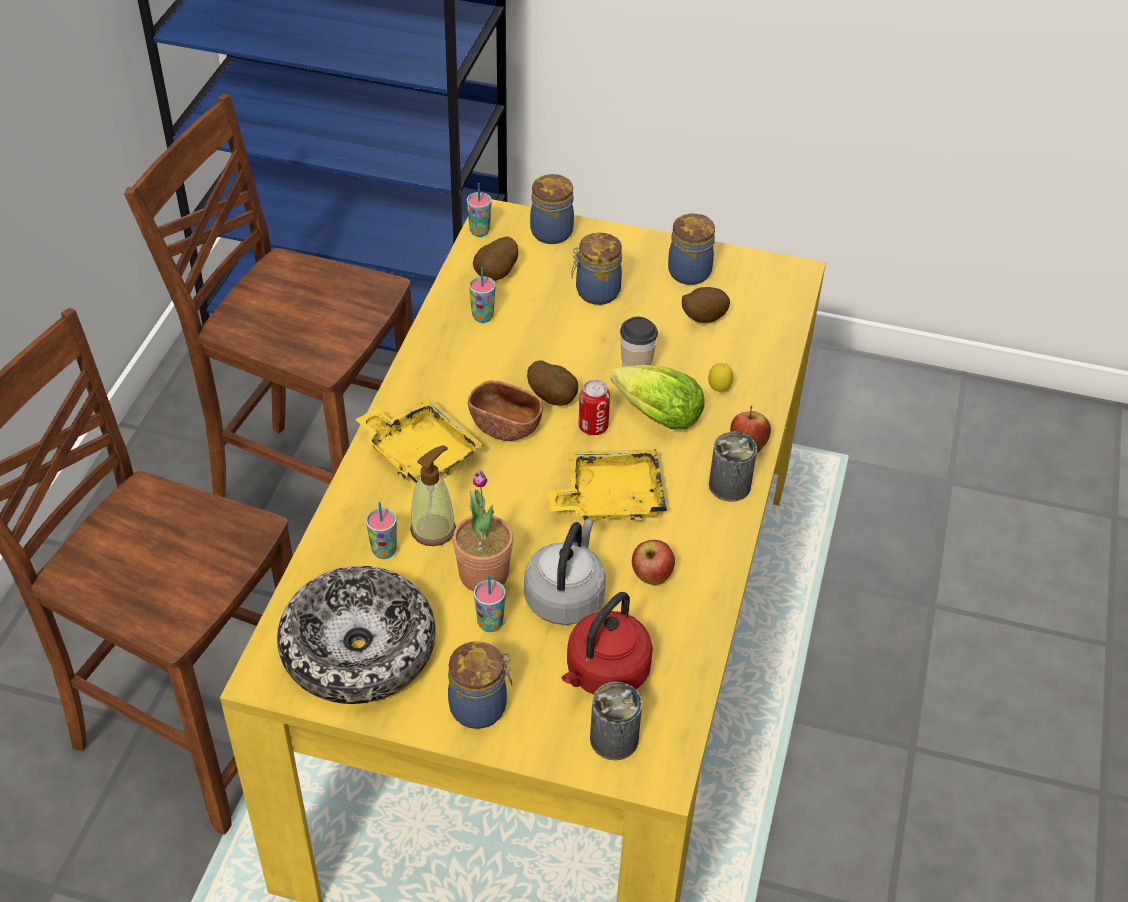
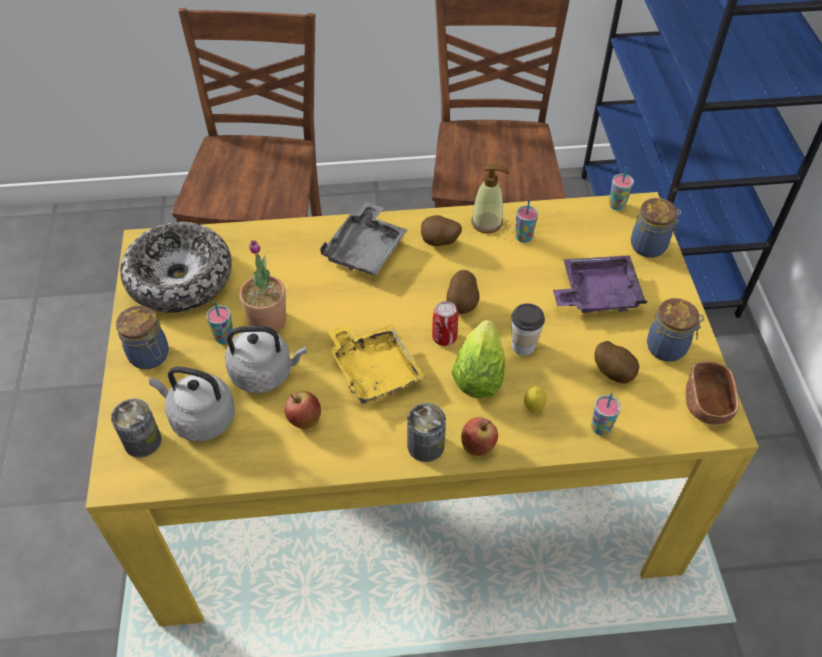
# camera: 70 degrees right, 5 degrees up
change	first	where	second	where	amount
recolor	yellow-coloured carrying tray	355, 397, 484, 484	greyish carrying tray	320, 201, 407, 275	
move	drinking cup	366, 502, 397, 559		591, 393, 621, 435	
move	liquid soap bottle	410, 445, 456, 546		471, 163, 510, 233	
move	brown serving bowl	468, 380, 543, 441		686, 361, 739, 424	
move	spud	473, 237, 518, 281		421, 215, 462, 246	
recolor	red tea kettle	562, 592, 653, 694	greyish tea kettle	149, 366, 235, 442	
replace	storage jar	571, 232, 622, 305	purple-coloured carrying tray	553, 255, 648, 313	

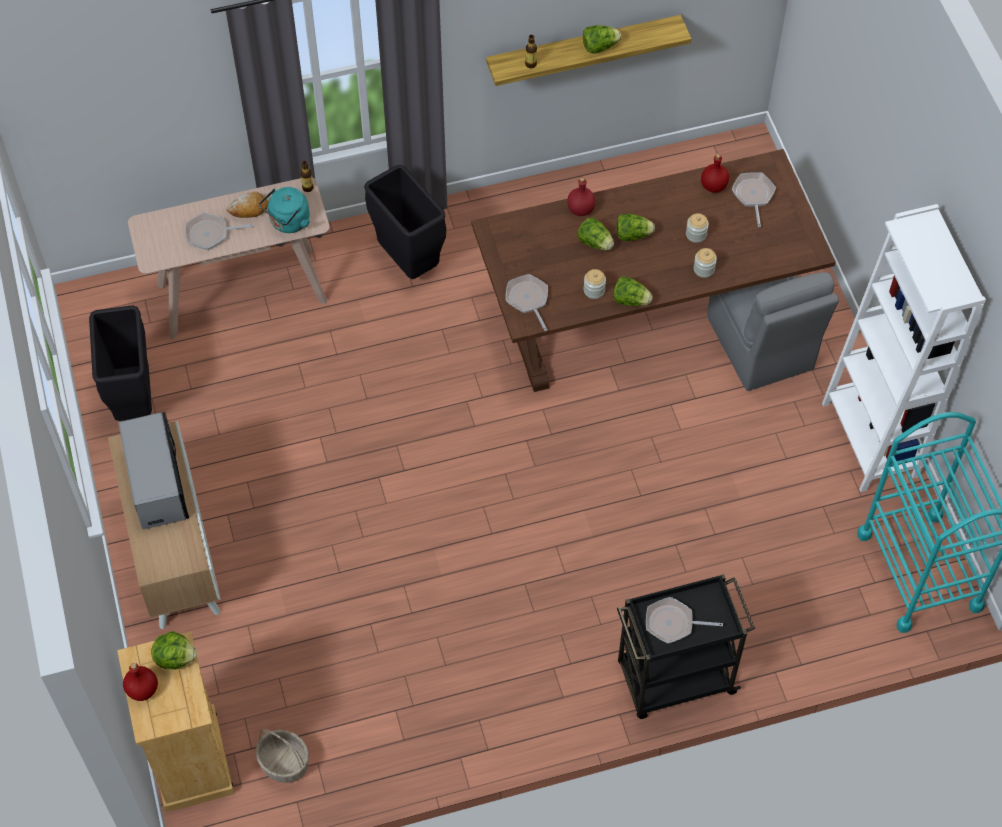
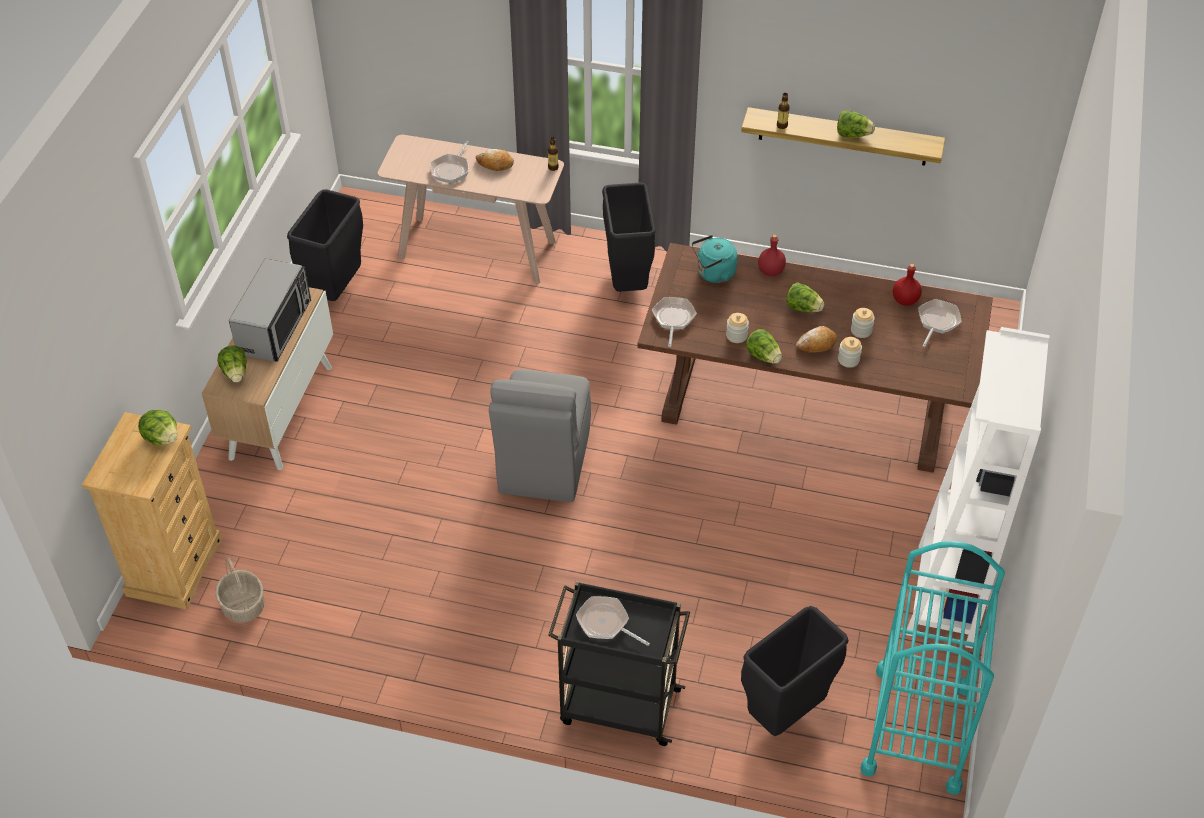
# camera: 30 degrees right, 10 degrees down
change	first	where	second	where	amount
delete	red beverage bottle	123, 663, 158, 701			
rotate	pan	185, 213, 254, 250		430, 141, 469, 183	90 degrees counterclockwise
move	turquoise tea kettle	259, 187, 310, 233		692, 235, 738, 283	
move	lettuce head	578, 217, 614, 251		217, 345, 247, 382	
move	greyish chair	708, 272, 839, 391		489, 369, 591, 502	
insert			black trash can	741, 606, 849, 736	
insert			baked bread	796, 326, 837, 353	

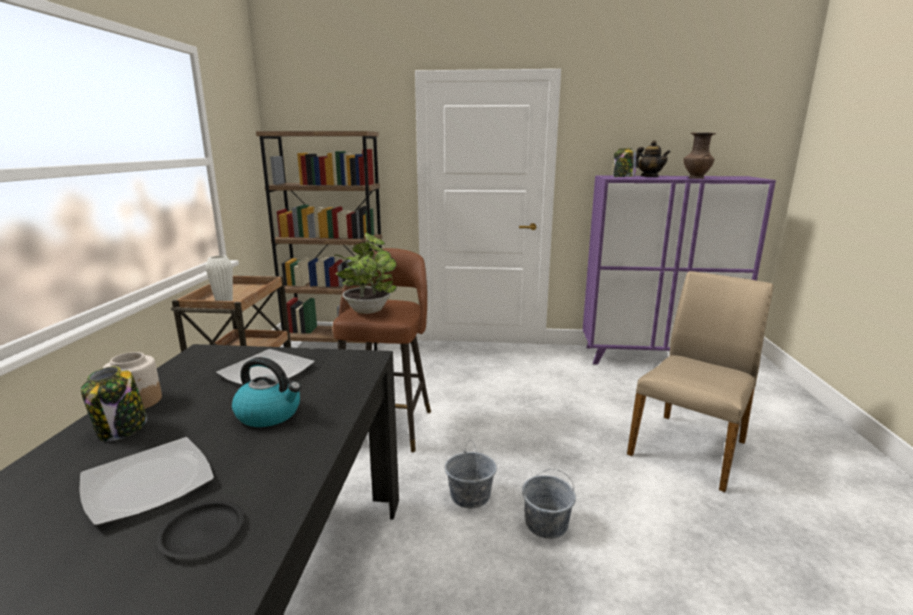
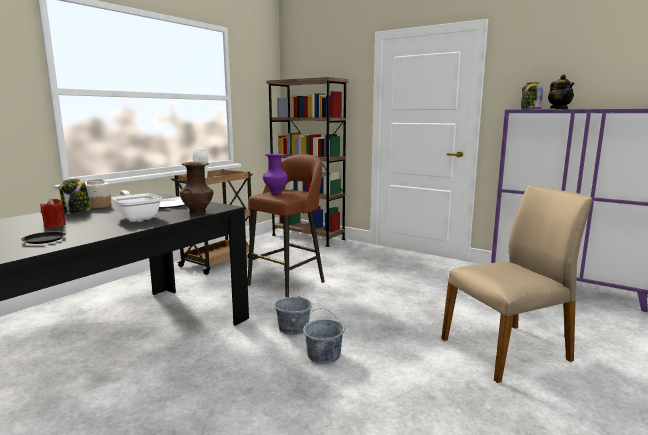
# camera: 30 degrees right, 5 degrees down
change	first	where	second	where	amount
replace	dinner plate	79, 437, 214, 526	red wax candle	40, 198, 66, 228	
replace	tea kettle	232, 357, 301, 427	pan	112, 190, 162, 221	
replace	plant in a pot	334, 233, 397, 314	purple-coloured decorative vase	263, 154, 288, 193	
move	brown decorative vase	683, 133, 716, 179		180, 162, 213, 215	

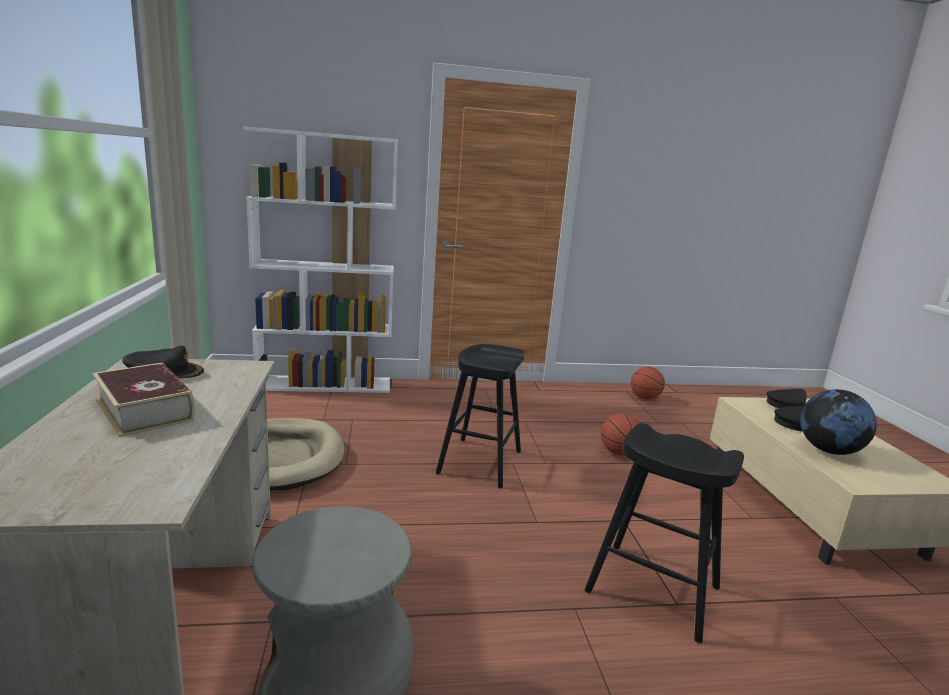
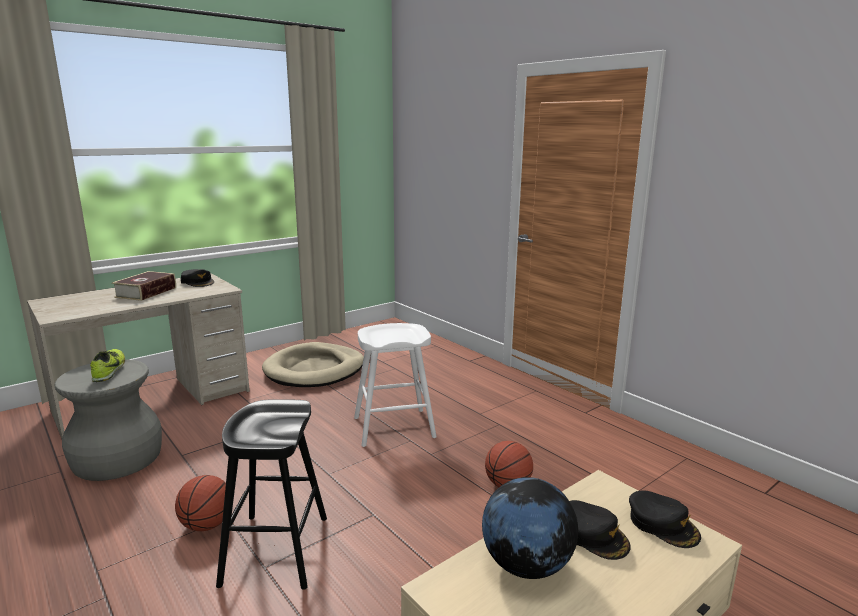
# camera: 60 degrees right, 0 degrees up
change	first	where	second	where	amount
delete	white bookcase	243, 126, 398, 393			
recolor	black stool seat	436, 344, 524, 489	white stool seat	354, 323, 437, 447	
move	basketball ball	631, 367, 665, 399		175, 475, 226, 531	
insert			low shoe	90, 349, 125, 382	

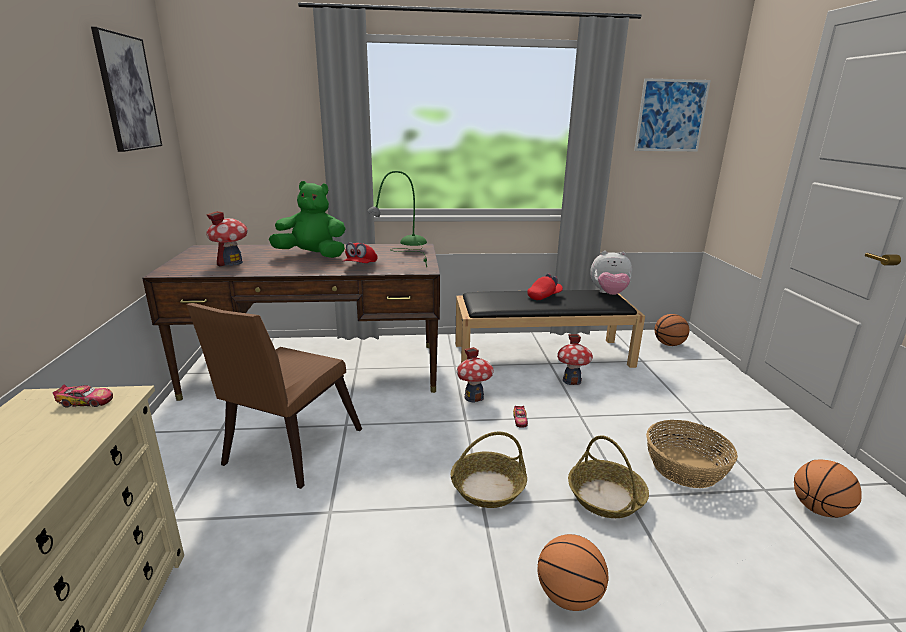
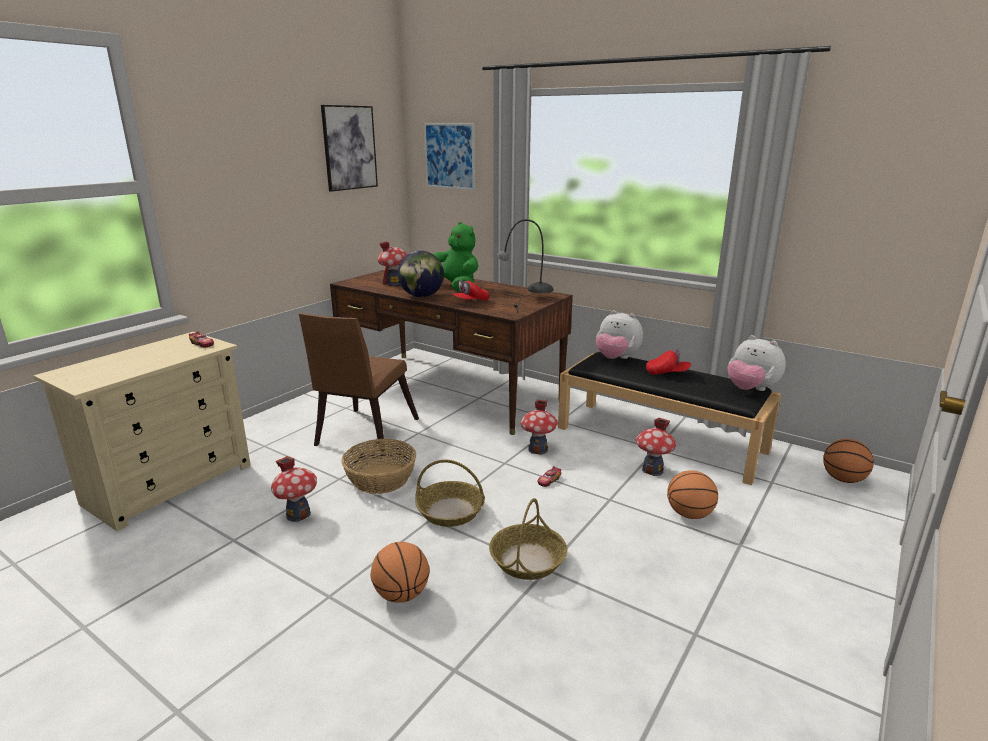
# camera: 40 degrees right, 0 degrees up
change	first	where	second	where	amount
rotate	brown chair	186, 303, 362, 489		299, 313, 419, 455	45 degrees counterclockwise
recolor	green-coloured tabletop lamp	367, 171, 427, 267	greyish tabletop lamp	497, 219, 554, 313	
move	wall art	634, 78, 711, 151		424, 123, 475, 190	
move	storage basket	646, 420, 738, 488		341, 439, 416, 494	
move	basketball ball	794, 460, 862, 518		667, 470, 718, 519	
insert			model house	271, 456, 317, 522	
insert			world globe	398, 251, 444, 297	
insert			cuddly toy	596, 310, 643, 359	

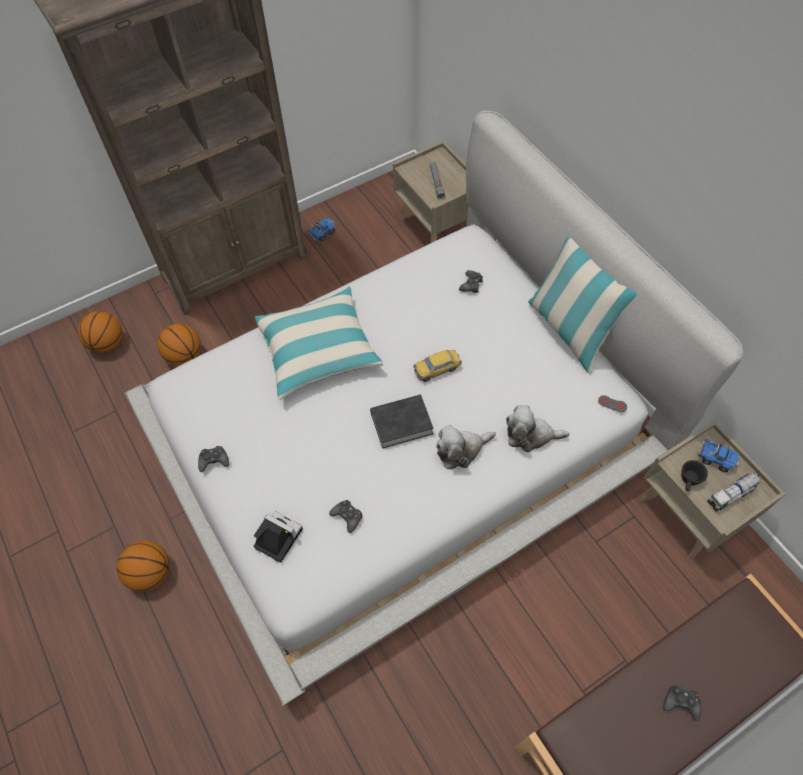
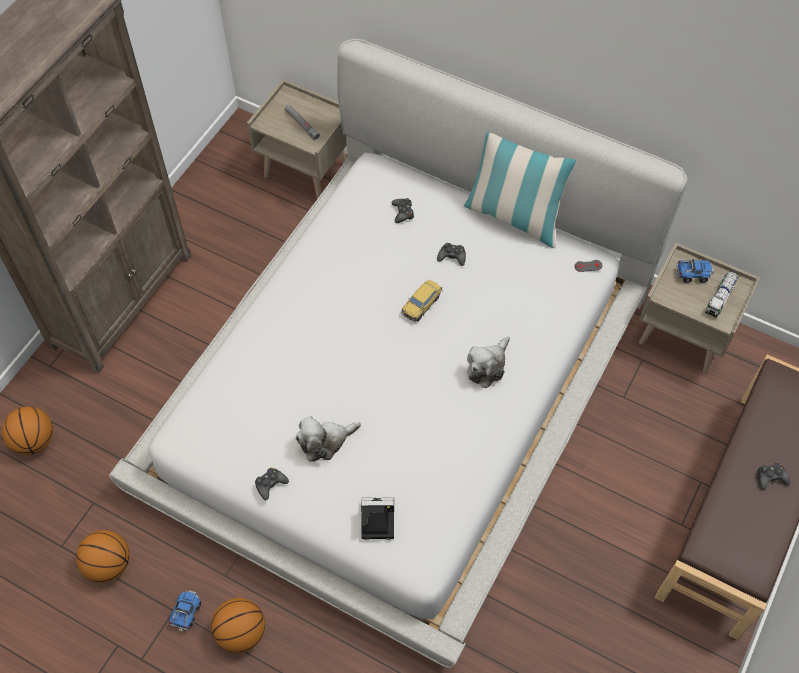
# camera: 30 degrees left, 0 degrees up
change	first	where	second	where	amount
move	basketball ball	157, 324, 201, 365		76, 530, 130, 583	
delete	cushion	255, 287, 383, 401			
move	toy truck	308, 218, 335, 241		169, 590, 201, 631	
move	black joypad	329, 500, 362, 533		437, 243, 466, 266	
delete	black volume	370, 395, 434, 449			
move	cuddly toy	506, 405, 570, 452		295, 416, 361, 462	
delete	black drinking cup	681, 460, 708, 491			

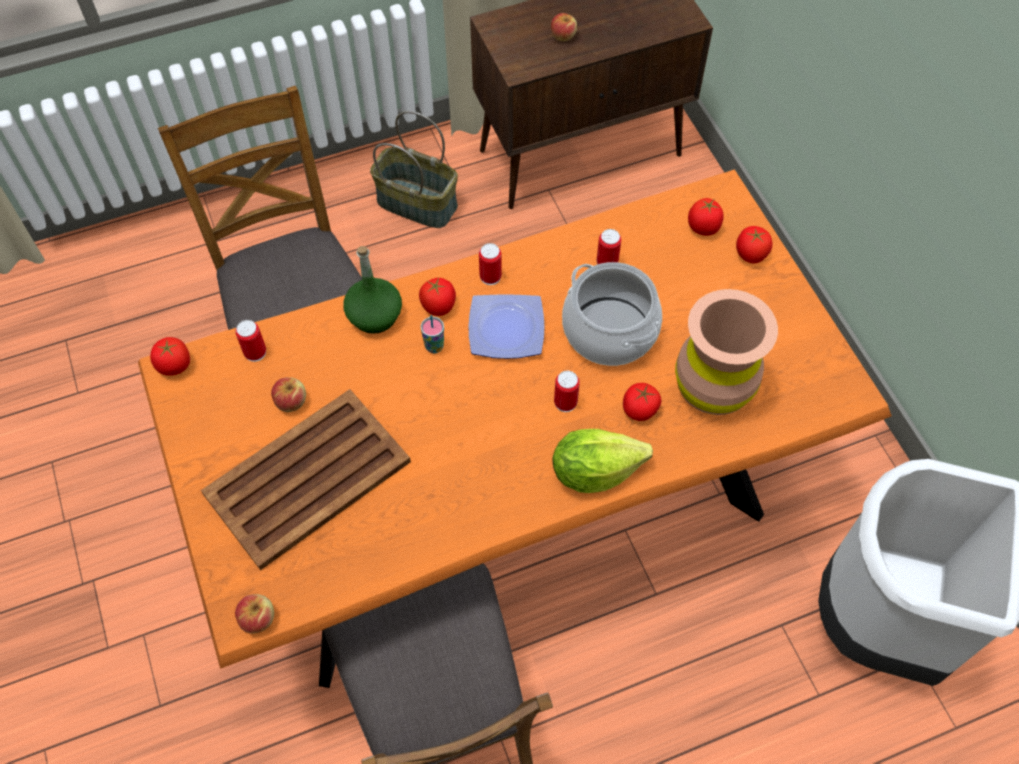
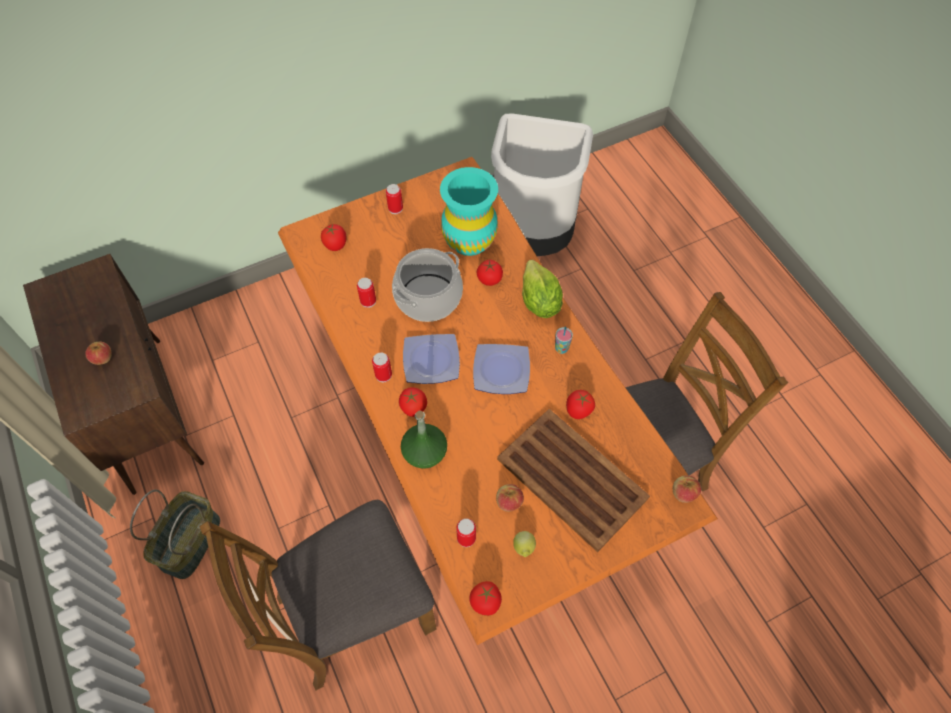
# camera: 95 degrees left, 0 degrees up
change	first	where	second	where	amount
move	drinking cup	421, 315, 444, 353		555, 326, 573, 354	
move	can	554, 371, 580, 412		386, 184, 403, 214	
recolor	brown decorative vase	675, 289, 778, 415	turquoise decorative vase	440, 167, 498, 256	
move	tomato	736, 226, 772, 263		566, 390, 595, 419	
insert			dinner plate	473, 344, 530, 394	
insert			lemon	513, 531, 536, 557	

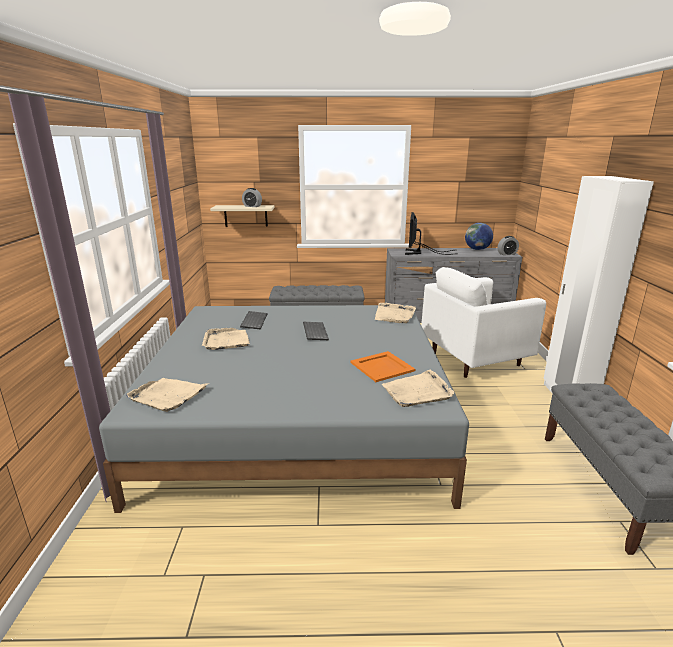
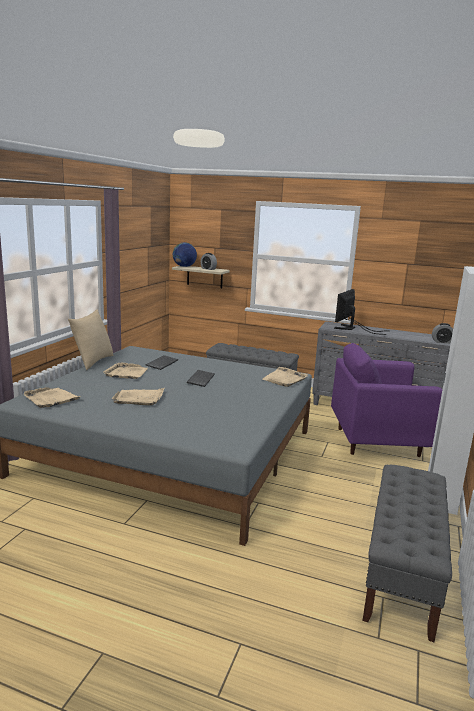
# camera: 20 degrees right, 5 degrees down
change	first	where	second	where	amount
delete	orangey carrying tray	351, 351, 415, 382			
move	sand-coloured carrying tray	382, 369, 455, 407		112, 388, 164, 406	
recolor	white armchair	421, 267, 546, 378	purple-coloured armchair	331, 343, 442, 457	
move	world globe	465, 223, 493, 250		173, 242, 197, 267	
insert			sand-coloured cushion	68, 309, 114, 370	

